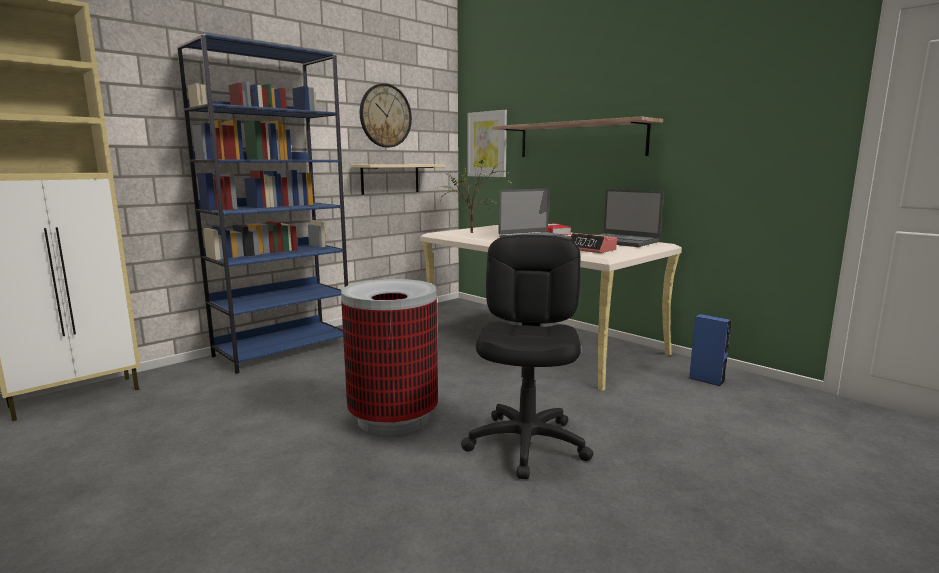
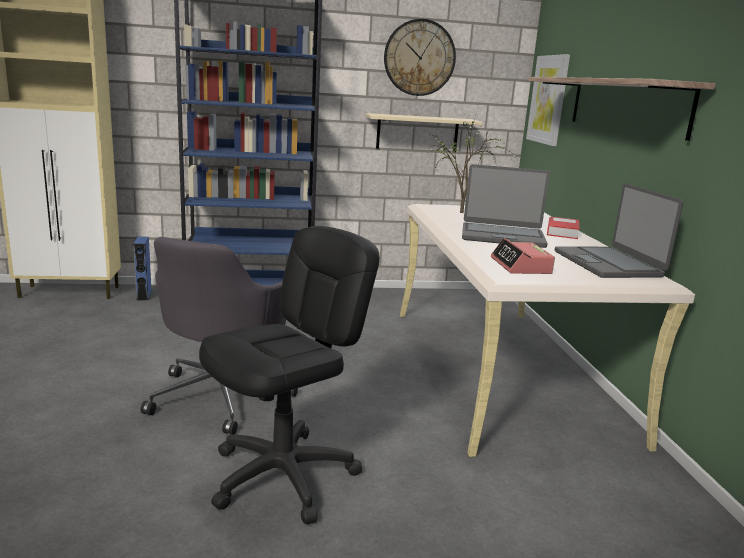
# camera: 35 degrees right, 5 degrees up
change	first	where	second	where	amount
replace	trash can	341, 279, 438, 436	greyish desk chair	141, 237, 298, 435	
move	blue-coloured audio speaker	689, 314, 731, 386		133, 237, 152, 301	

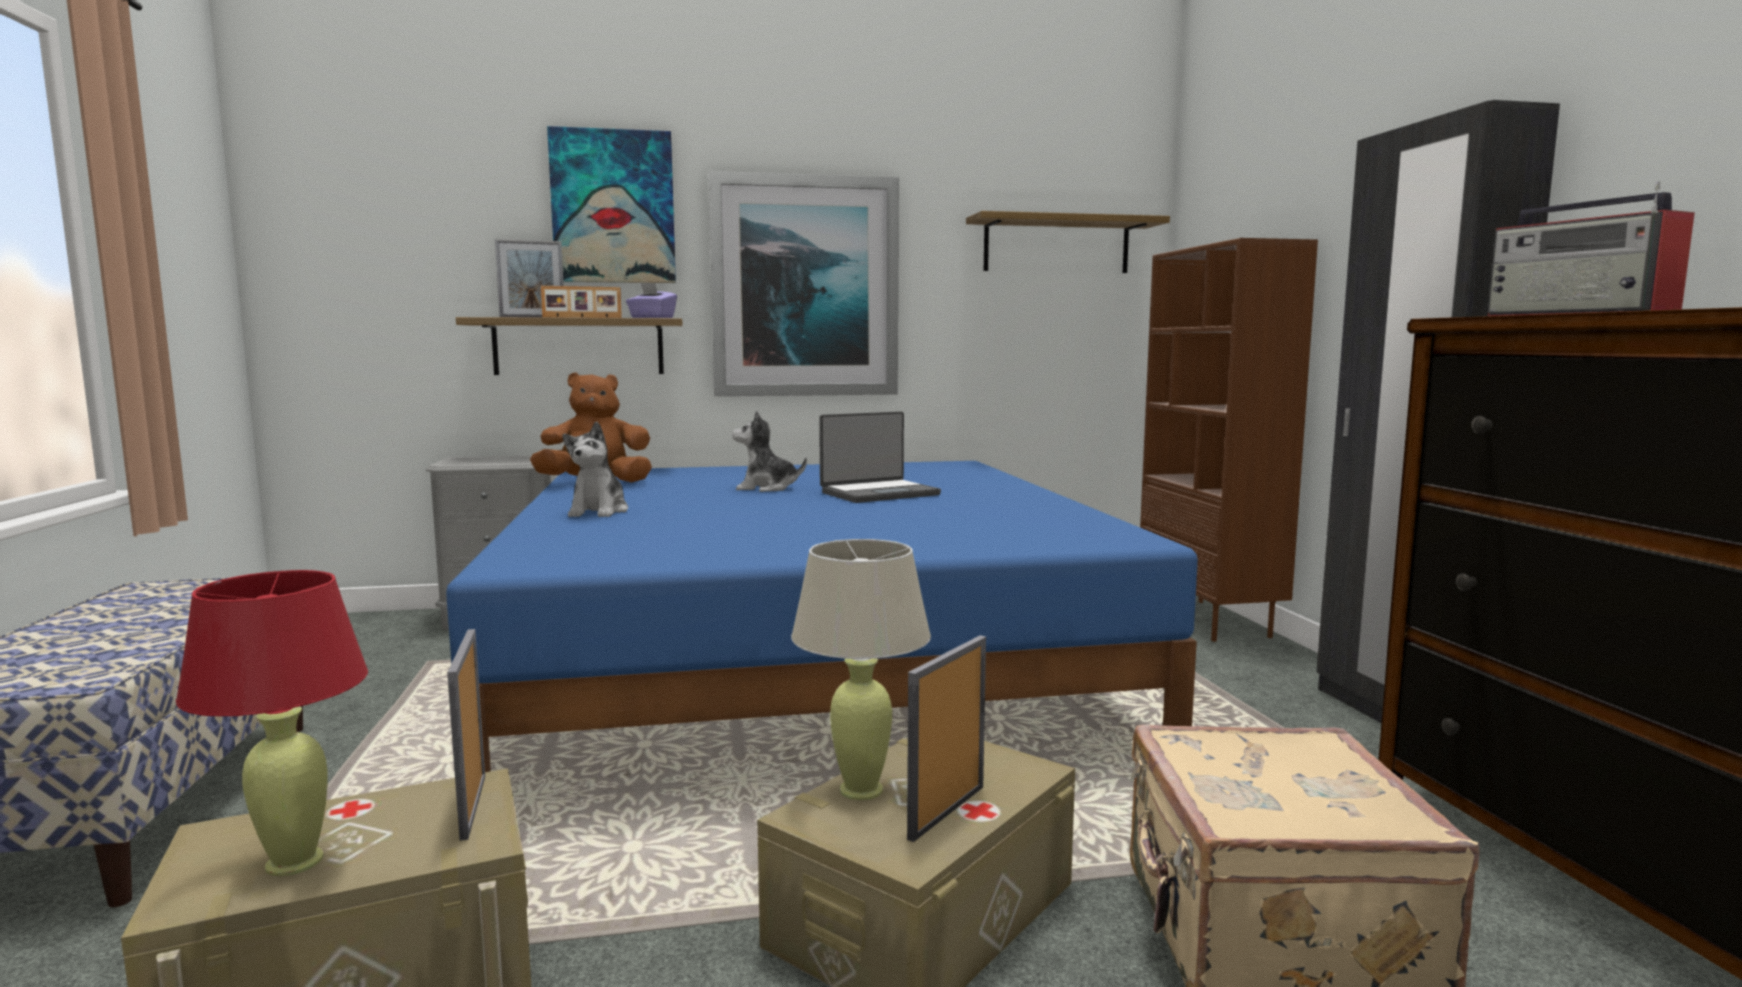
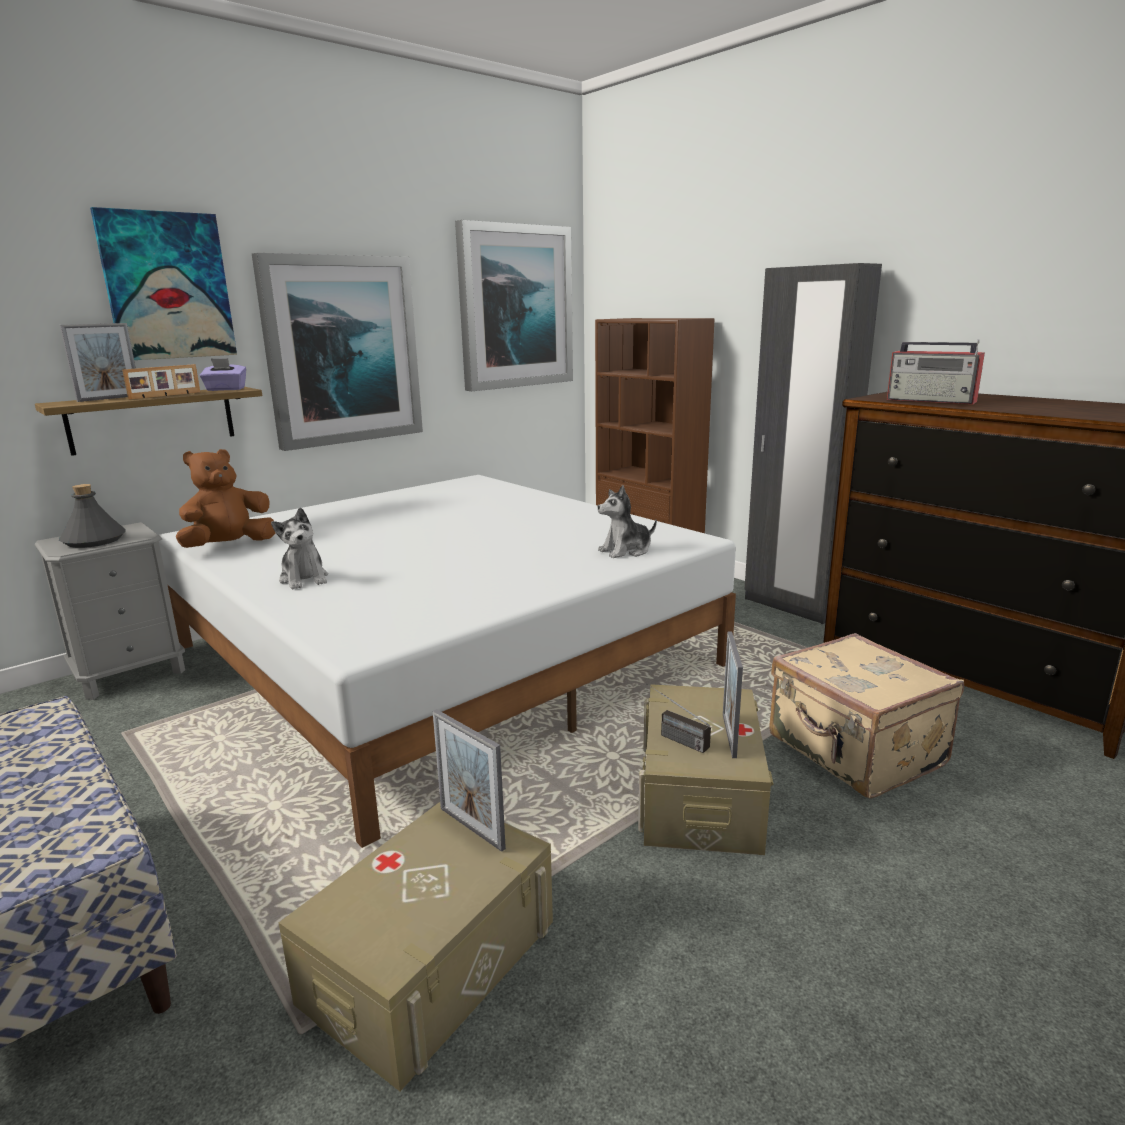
# camera: 30 degrees left, 10 degrees up
change	first	where	second	where	amount
delete	red tabletop lamp	176, 570, 368, 876			
recolor	blue-coloured bed	446, 461, 1198, 772	white bed	159, 475, 736, 848	
move	cuddly toy	732, 410, 807, 492		597, 485, 657, 558	
replace	sand-coloured tabletop lamp	791, 539, 931, 800	radio receiver	646, 684, 711, 753	
delete	laptop	819, 411, 941, 503			
replace	wall shelf	966, 211, 1170, 273	wall art	455, 220, 573, 391	
insert			greyish beverage bottle	59, 484, 126, 548	

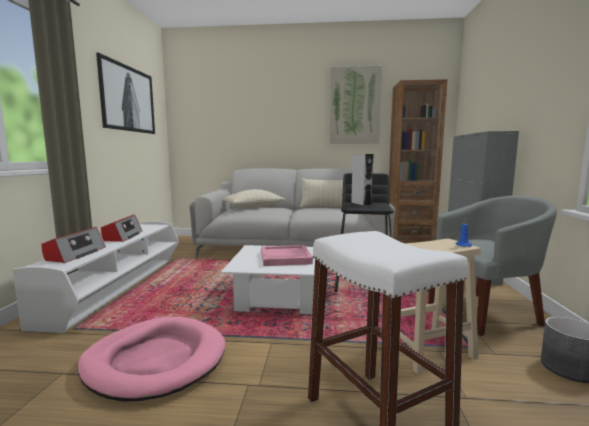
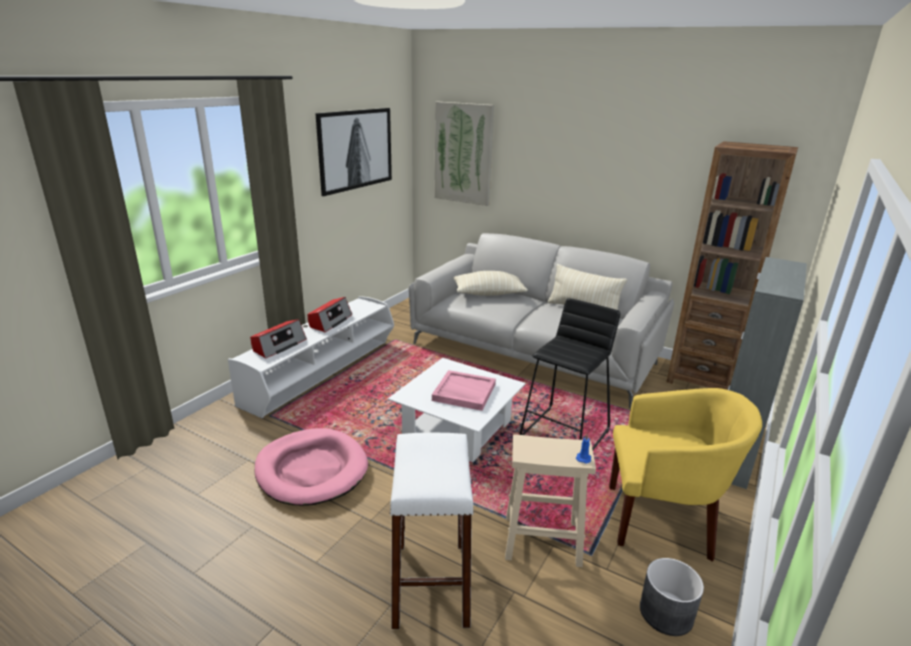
# camera: 25 degrees right, 15 degrees up
change	first	where	second	where	amount
move	wall art	329, 66, 382, 144		434, 102, 494, 206	
delete	greyish audio speaker	351, 154, 373, 206			
recolor	greyish armchair	428, 195, 557, 336	yellow-coloured armchair	609, 388, 762, 562	

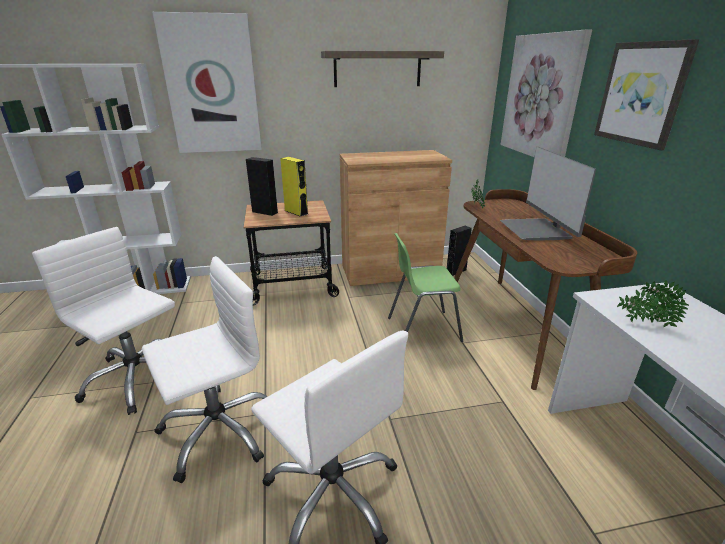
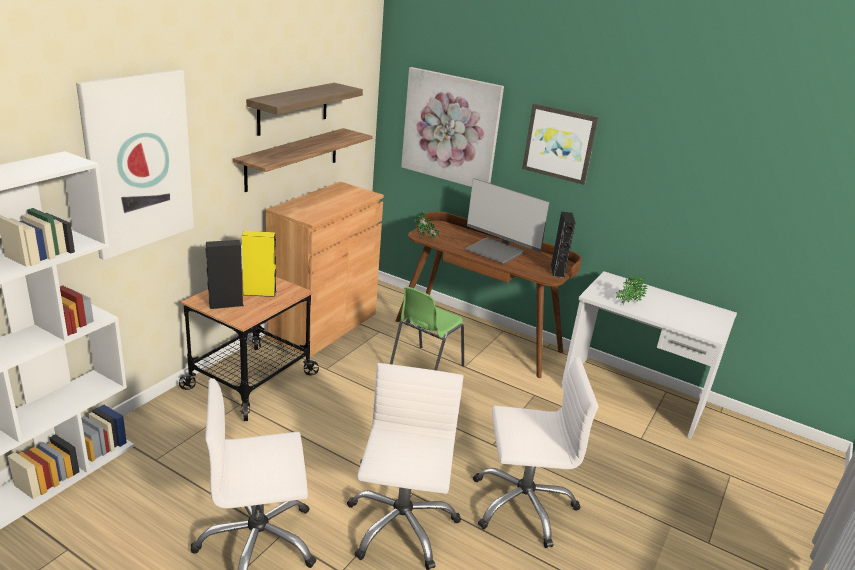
# camera: 50 degrees left, 0 degrees up
change	first	where	second	where	amount
move	black audio speaker	447, 226, 472, 276		551, 212, 575, 278	
insert			wall shelf	233, 128, 372, 192	

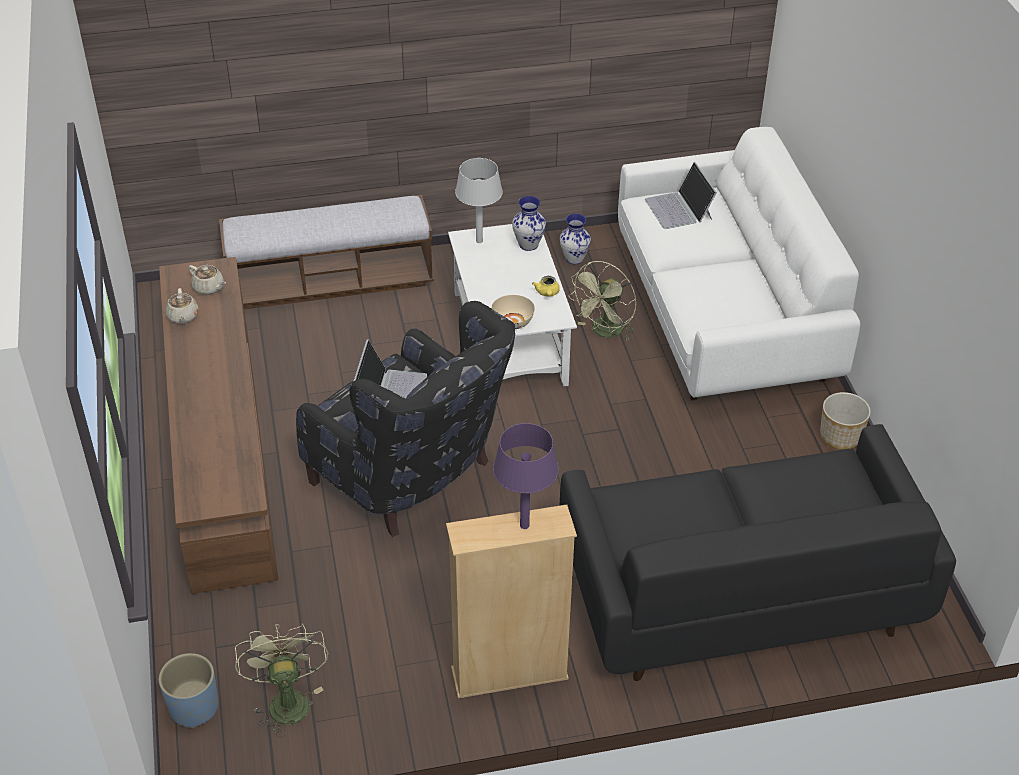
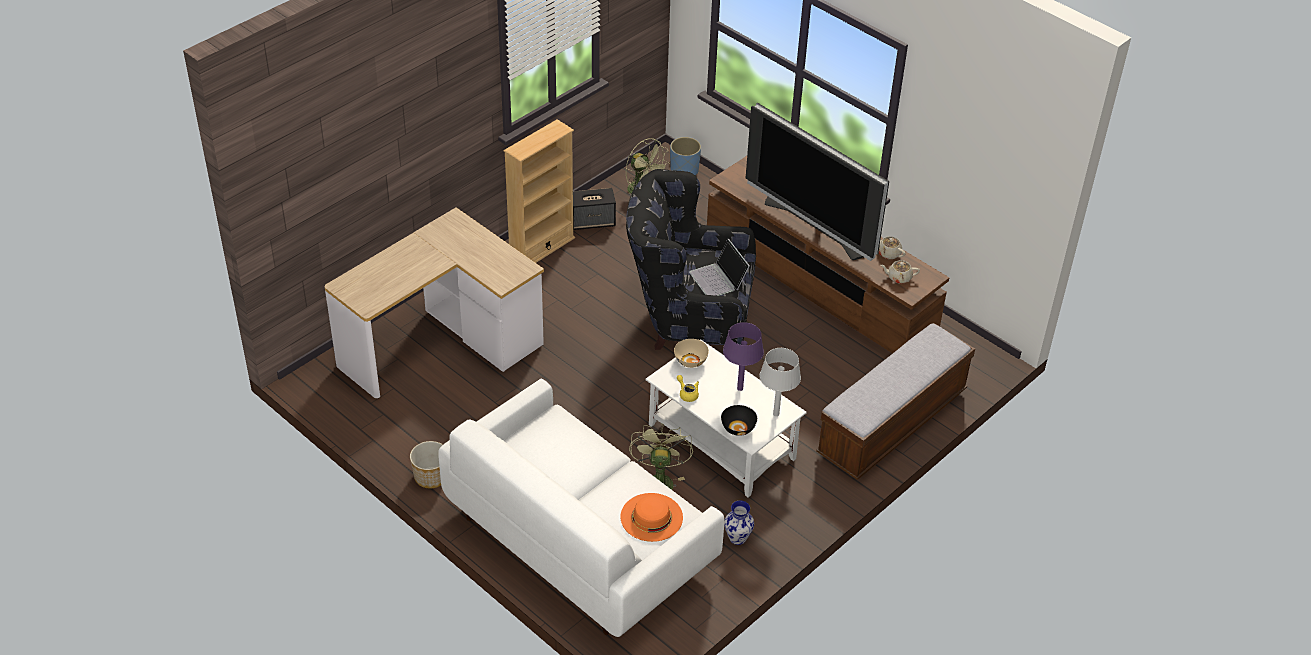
# camera: 145 degrees right, 0 degrees up
change	first	where	second	where	amount
move	purple-coloured tabletop lamp	493, 423, 559, 529		723, 322, 764, 391	
replace	decorative vase	512, 196, 546, 251	black serving bowl	721, 405, 757, 436	
replace	black couch	559, 424, 956, 681	desk	325, 207, 544, 398	
replace	laptop	645, 162, 717, 229	orangey hat	621, 493, 683, 542	
insert			audio speaker	573, 188, 616, 230	
insert			TV	746, 103, 889, 261	

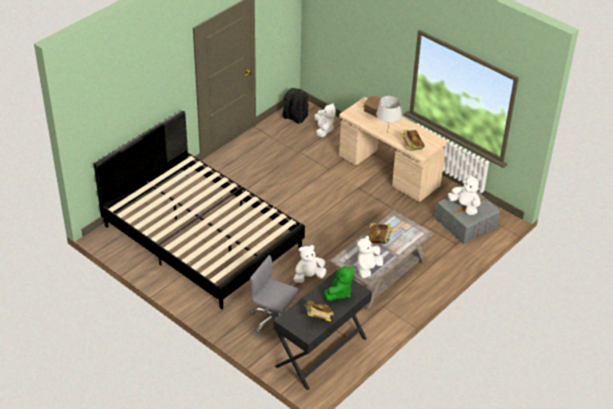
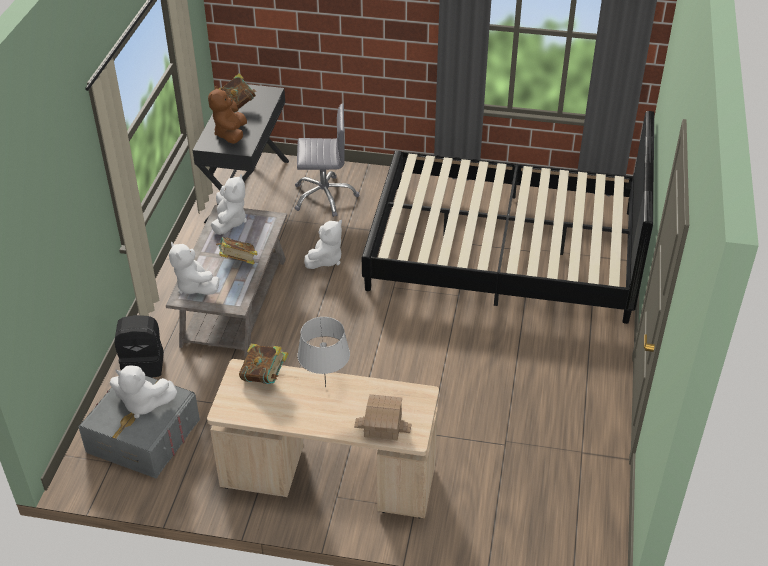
# camera: 150 degrees right, 0 degrees up
change	first	where	second	where	amount
move	black rucksack	282, 88, 309, 124		114, 315, 164, 377	
move	white cuddly toy	314, 103, 336, 138		169, 241, 219, 295	
recolor	green-coloured cuddly toy	324, 266, 354, 301	brown cuddly toy	208, 86, 247, 144	

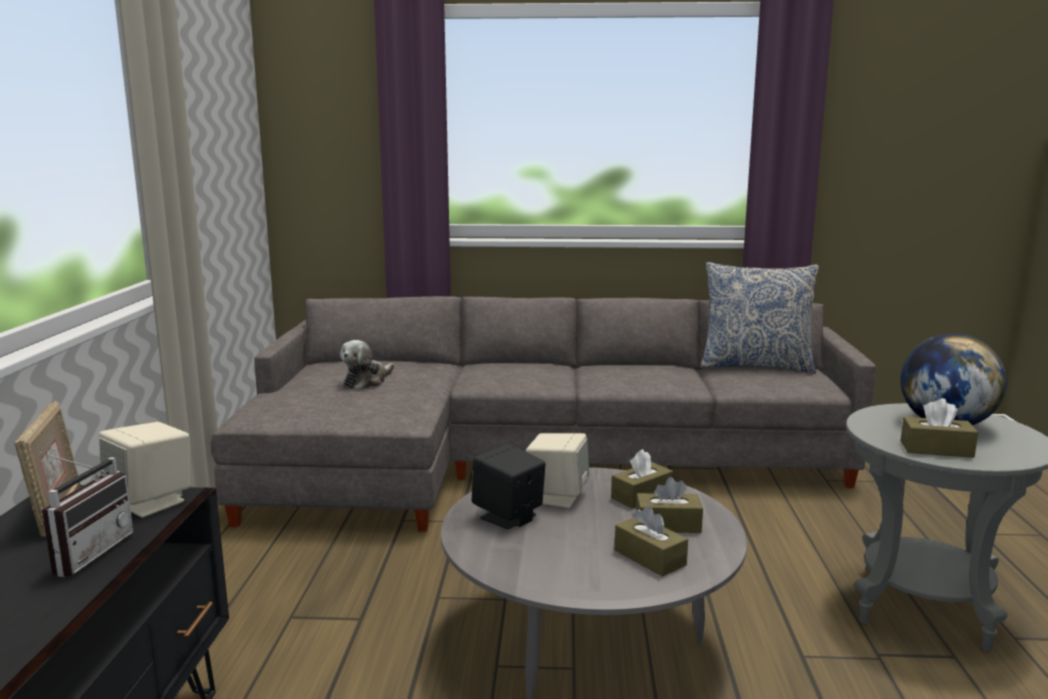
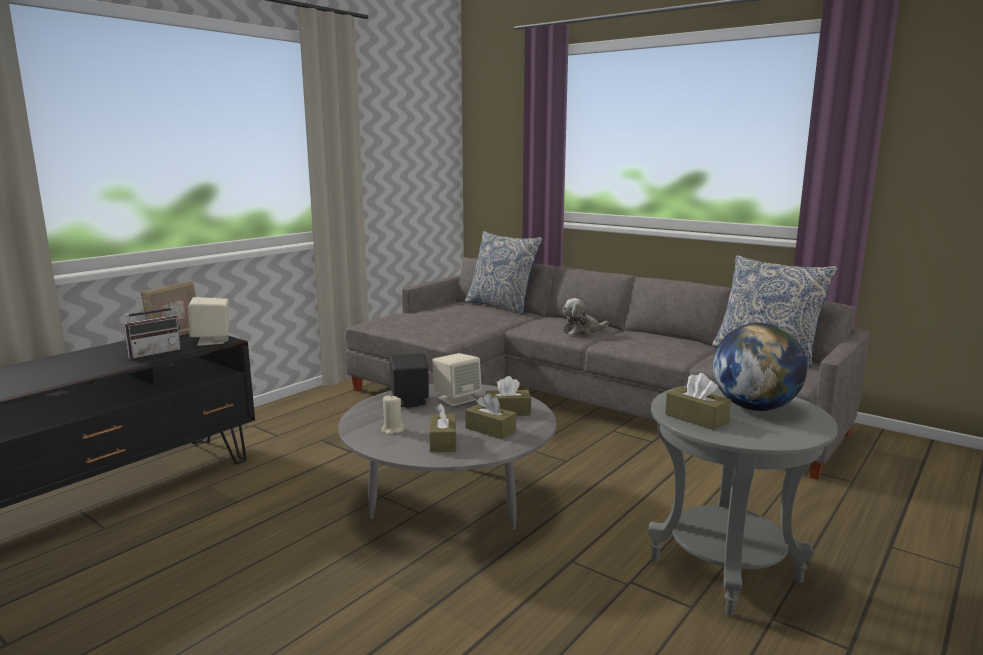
# camera: 35 degrees right, 0 degrees up
change	first	where	second	where	amount
move	cuddly toy	340, 340, 394, 390		562, 298, 609, 336	
insert			sand-coloured wax candle	382, 395, 405, 435	
insert			cushion	465, 231, 543, 314	

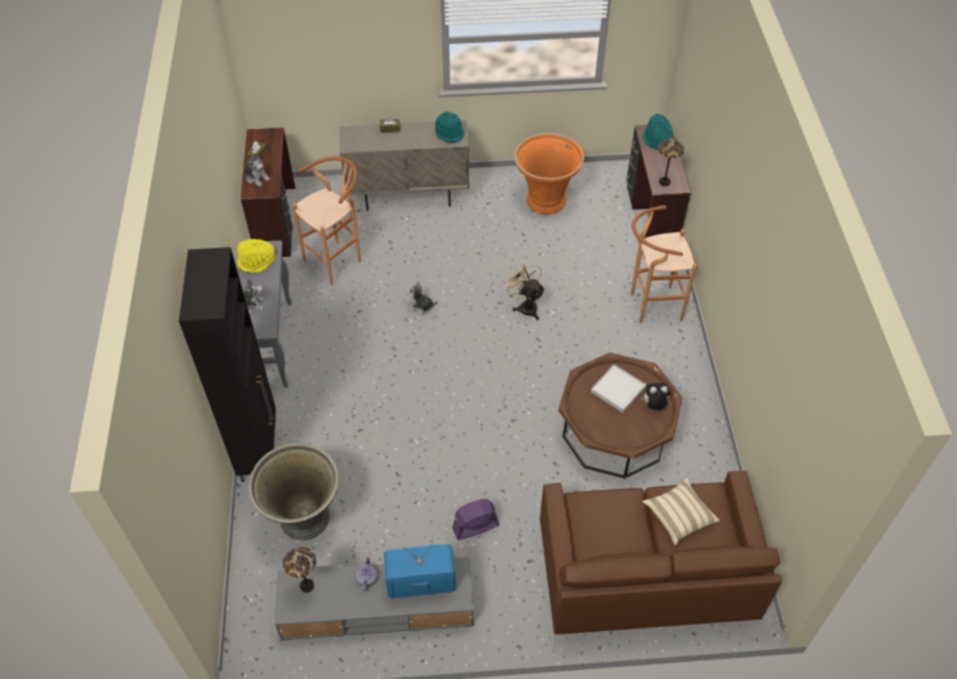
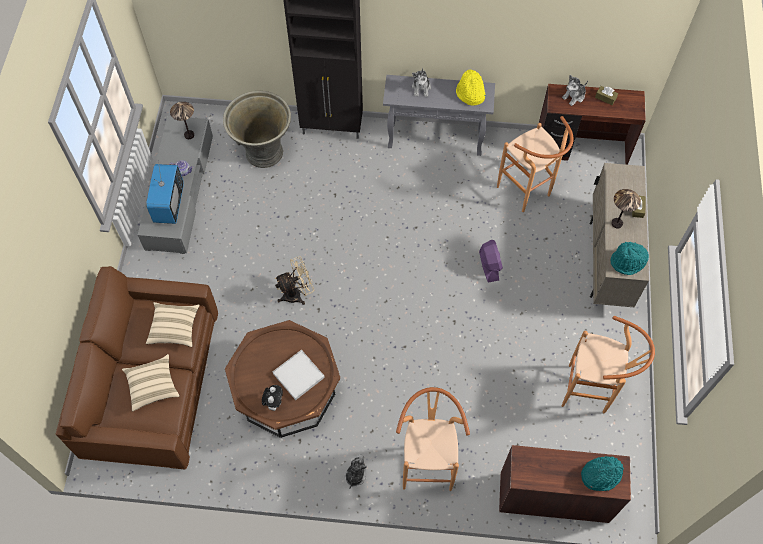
# camera: 100 degrees right, 10 degrees up
change	first	where	second	where	amount
move	cuddly toy	406, 281, 437, 315		345, 454, 367, 489	
move	purple-coloured cooling fan	452, 499, 499, 540		479, 240, 503, 282	
move	sand-coloured cooling fan	503, 260, 545, 320		275, 256, 314, 305	
replace	orangey planter	514, 133, 584, 215	brown stool seat	562, 316, 655, 413	
move	tabletop lamp	658, 137, 684, 186		612, 189, 641, 229	
insert			sand-coloured cushion	146, 302, 199, 347	

